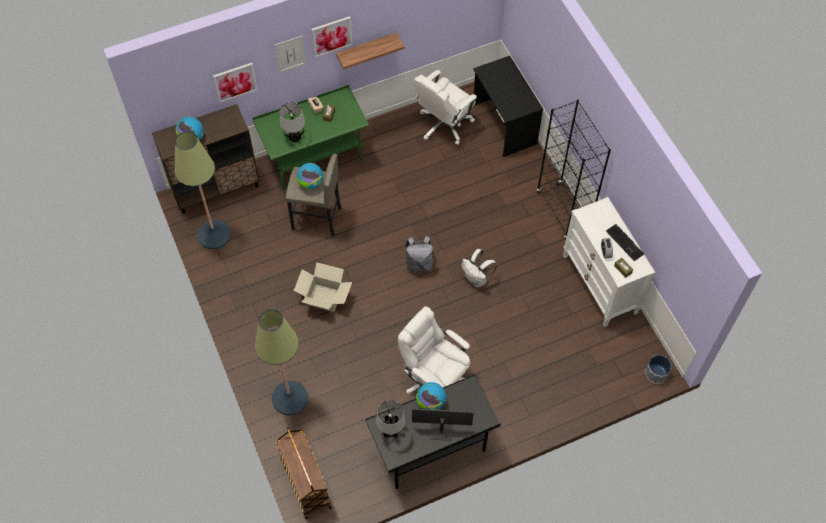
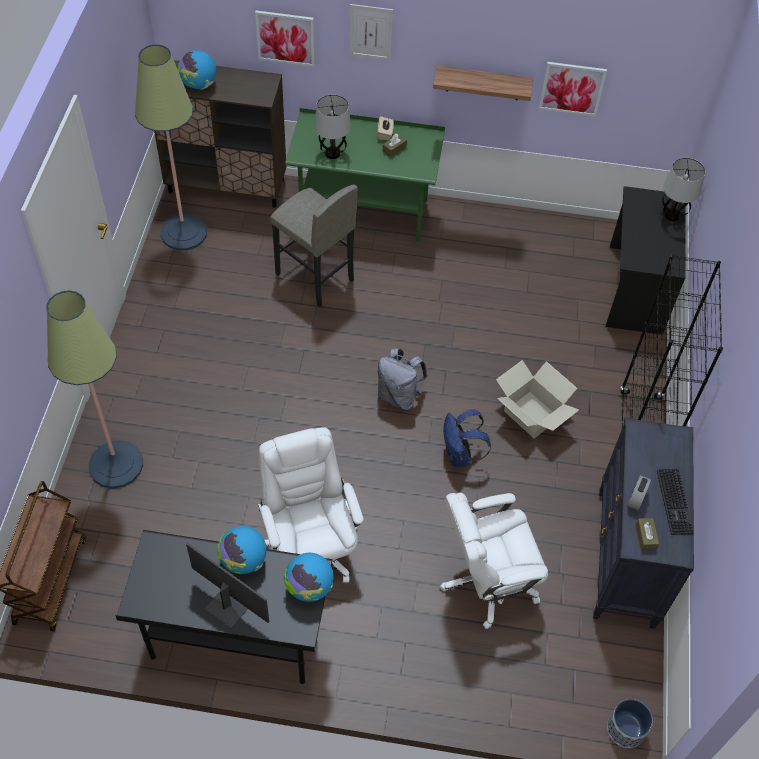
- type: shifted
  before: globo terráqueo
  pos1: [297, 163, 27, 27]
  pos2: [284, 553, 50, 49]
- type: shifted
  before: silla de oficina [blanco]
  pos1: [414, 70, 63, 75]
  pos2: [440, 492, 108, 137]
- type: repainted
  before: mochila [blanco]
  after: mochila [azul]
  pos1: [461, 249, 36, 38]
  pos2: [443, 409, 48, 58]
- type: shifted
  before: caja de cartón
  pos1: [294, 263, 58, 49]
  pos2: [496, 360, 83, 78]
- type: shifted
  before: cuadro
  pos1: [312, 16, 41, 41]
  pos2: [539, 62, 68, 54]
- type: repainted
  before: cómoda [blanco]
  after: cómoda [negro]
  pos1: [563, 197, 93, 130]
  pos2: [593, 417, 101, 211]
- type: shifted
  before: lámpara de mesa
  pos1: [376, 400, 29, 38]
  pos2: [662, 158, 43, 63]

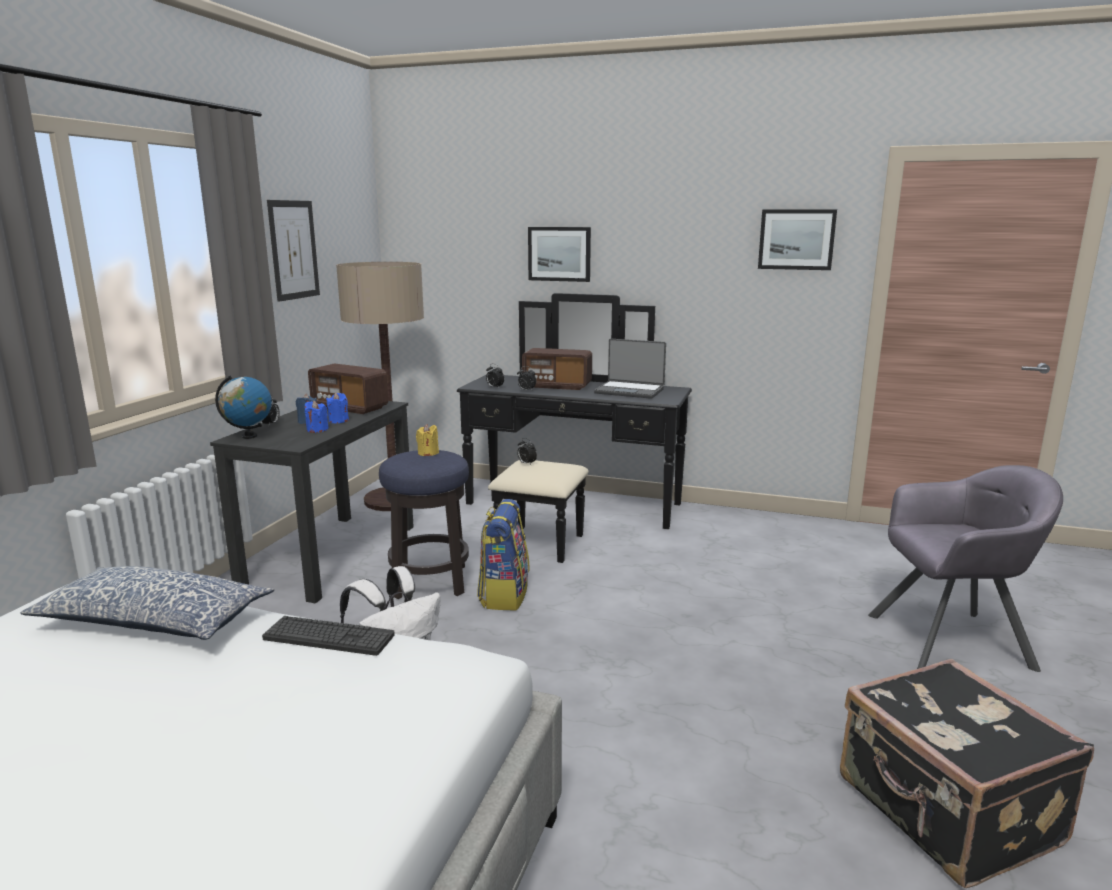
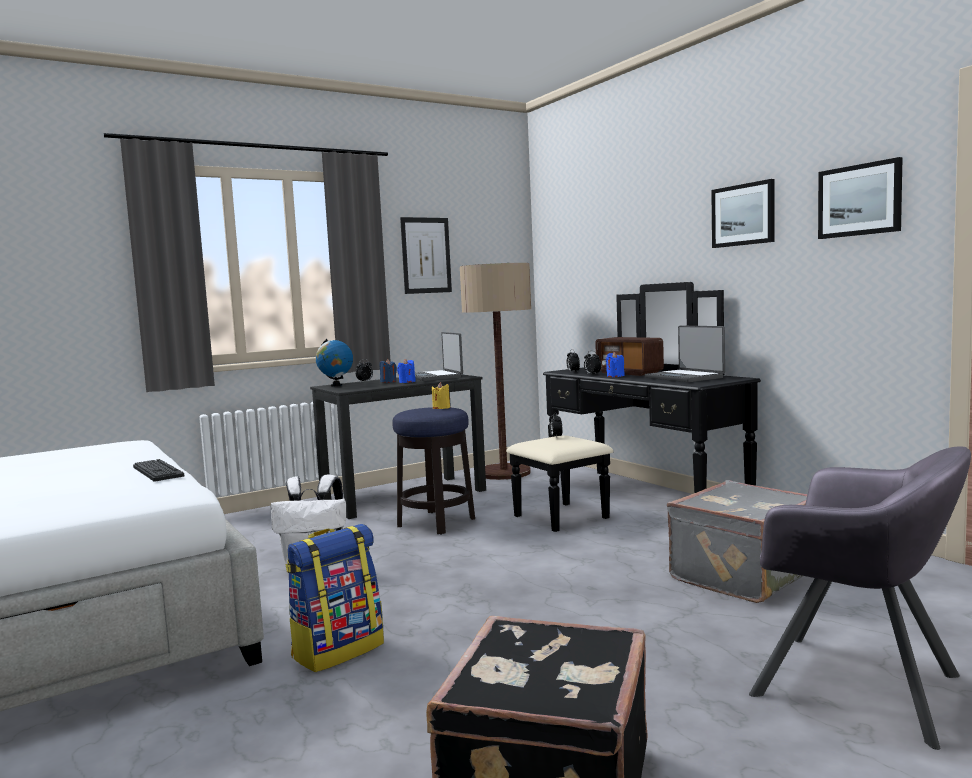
- type: shifted
  before: mochila
  pos1: [477, 499, 53, 111]
  pos2: [286, 524, 98, 148]
- type: swapped
  before: radio
  after: portátil
  pos1: [308, 363, 80, 51]
  pos2: [415, 332, 48, 49]
- type: shifted
  before: vela [azul]
  pos1: [305, 401, 24, 32]
  pos2: [606, 352, 19, 25]
- type: new
  after: maleta [gris]
  pos2: [667, 480, 140, 123]
- type: shifted
  before: cuadro
  pos1: [528, 227, 63, 55]
  pos2: [711, 179, 64, 69]
- type: gone
  before: cojín
  pos1: [20, 566, 254, 74]

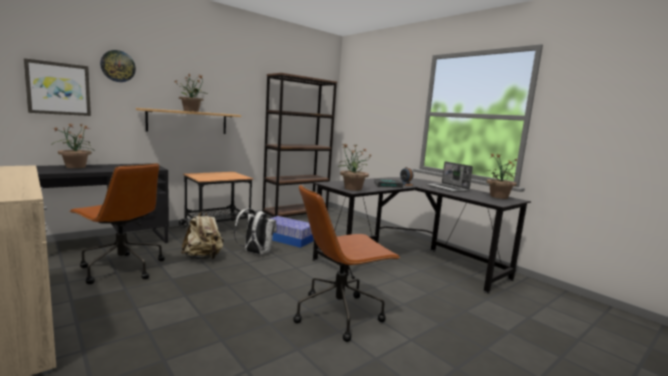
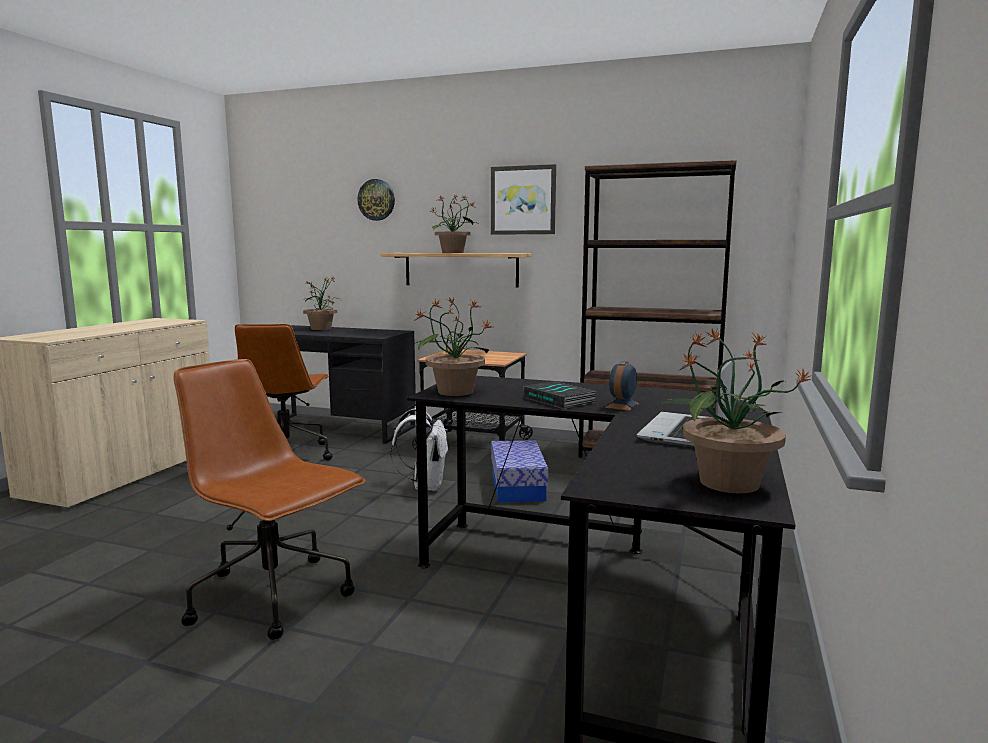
- type: shifted
  before: cuadro
  pos1: [24, 58, 67, 58]
  pos2: [491, 164, 65, 71]
- type: gone
  before: mochila [beis]
  pos1: [181, 210, 43, 49]

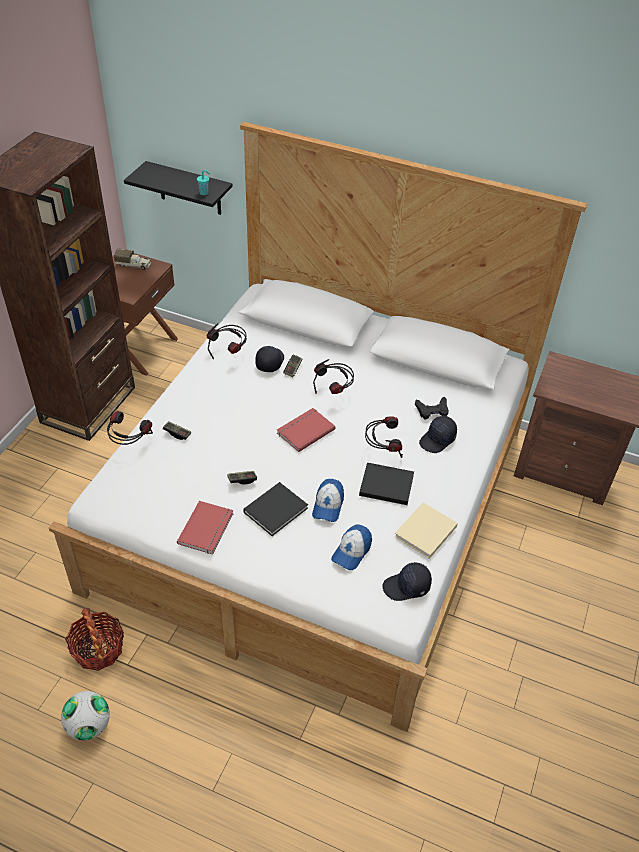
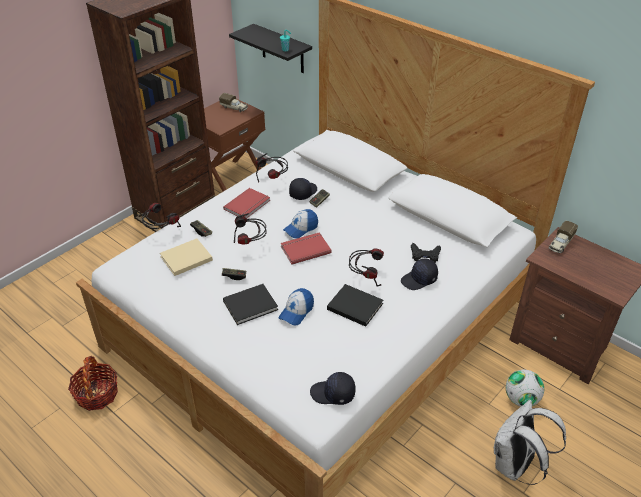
- type: shifted
  before: libro [beis]
  pos1: [394, 503, 64, 56]
  pos2: [160, 239, 53, 37]
- type: shifted
  before: libro [rojo]
  pos1: [177, 501, 57, 54]
  pos2: [223, 188, 47, 30]
- type: shifted
  before: auriculares
  pos1: [313, 359, 41, 35]
  pos2: [234, 213, 32, 31]
- type: shifted
  before: gorra
  pos1: [331, 524, 41, 46]
  pos2: [283, 209, 35, 29]
- type: new
  after: mochila [blanco]
  pos2: [494, 400, 72, 85]
- type: shifted
  before: balón de fútbol
  pos1: [61, 691, 49, 50]
  pos2: [506, 370, 38, 37]
- type: new
  after: camión de juguete
  pos2: [549, 221, 29, 32]

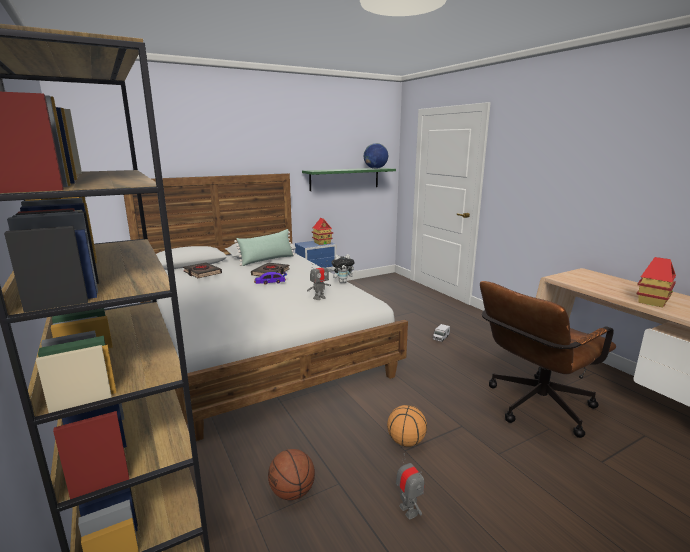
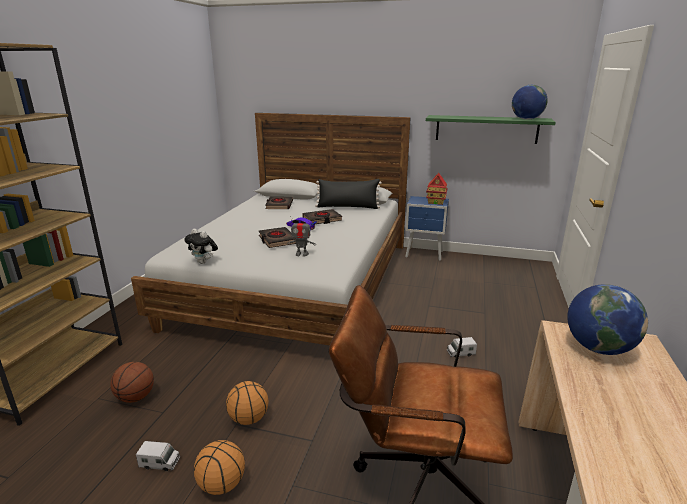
- type: swapped
  before: robot de juguete
  after: camión de juguete
  pos1: [396, 453, 28, 67]
  pos2: [136, 441, 44, 30]
- type: shifted
  before: peluche
  pos1: [331, 254, 26, 29]
  pos2: [184, 229, 34, 35]
- type: new
  after: balón de baloncesto
  pos2: [194, 440, 51, 55]
- type: new
  after: libro [negro]
  pos2: [258, 227, 39, 21]
- type: repainted
  before: cojín [verde]
  after: cojín [negro]
  pos1: [234, 229, 61, 37]
  pos2: [315, 179, 67, 30]
- type: new
  after: globo terráqueo
  pos2: [567, 284, 81, 71]
- type: gone
  before: casita
  pos1: [637, 257, 39, 50]

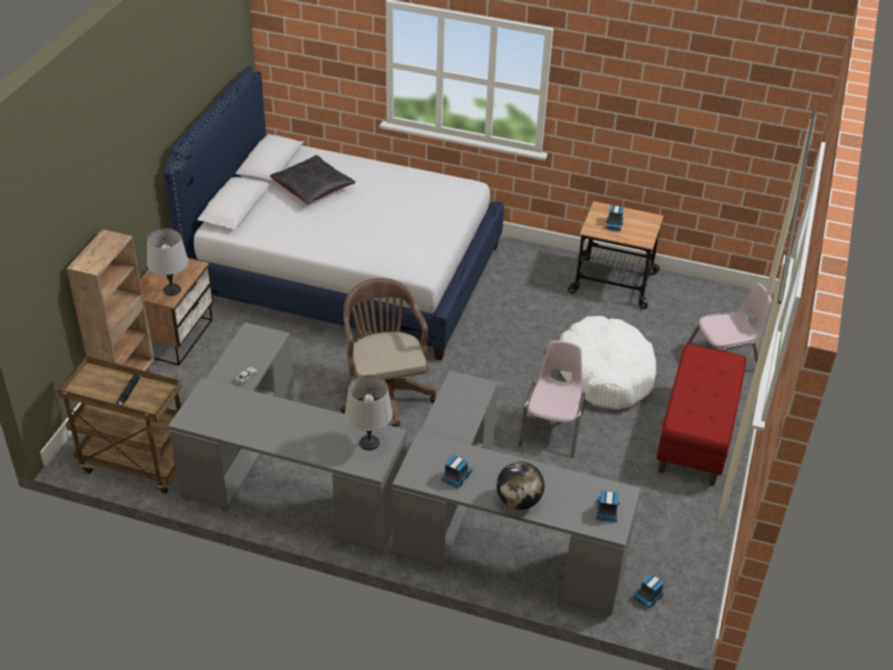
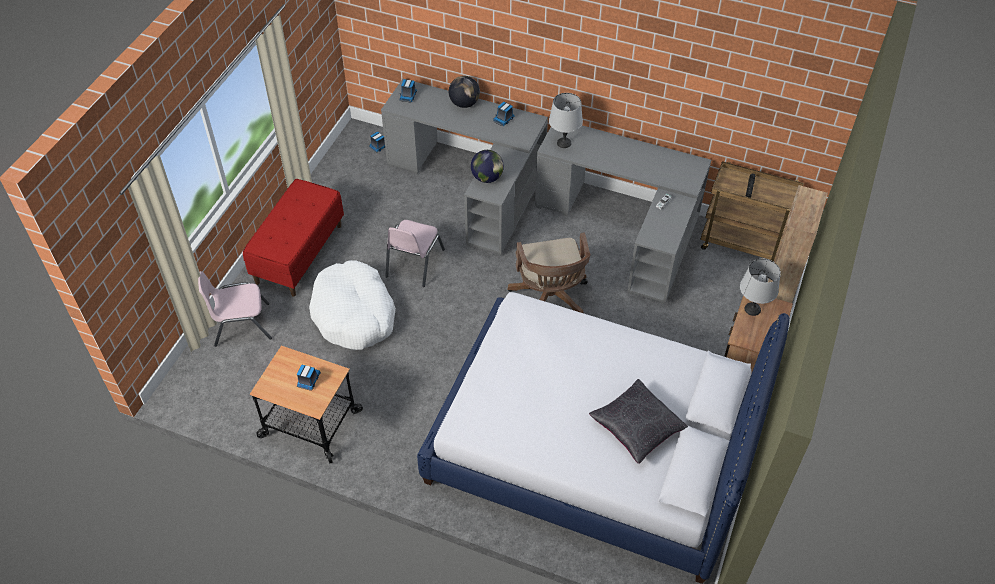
- type: new
  after: globo terráqueo
  pos2: [471, 150, 33, 33]

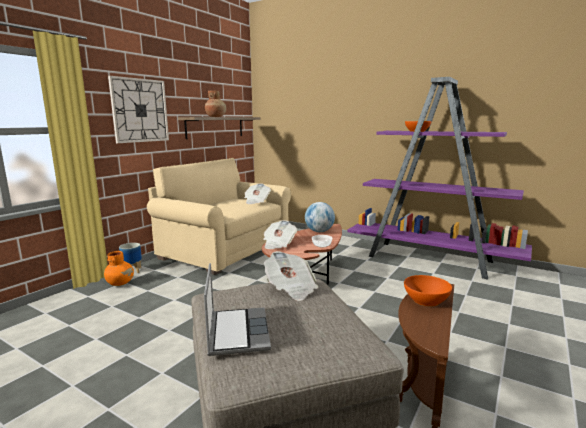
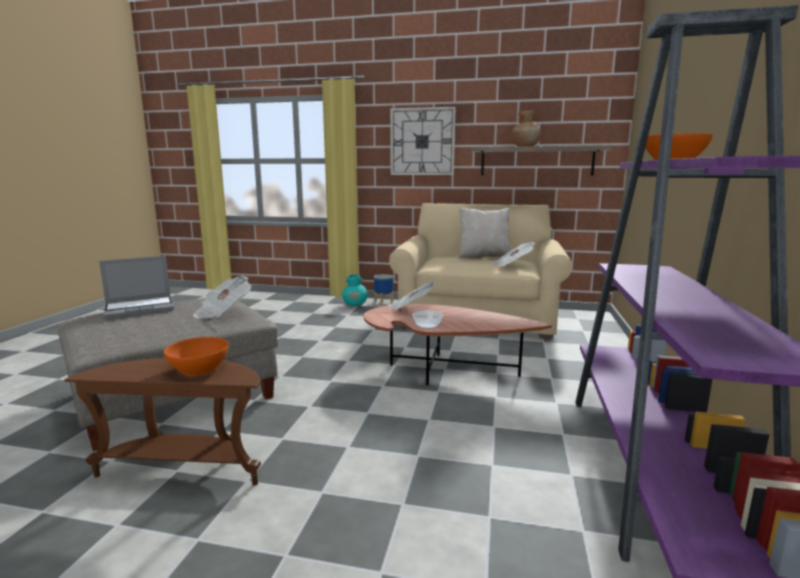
- type: repainted
  before: florero [naranja]
  after: florero [turquesa]
  pos1: [104, 251, 30, 35]
  pos2: [342, 274, 26, 32]
- type: new
  after: cojín [beis]
  pos2: [459, 208, 51, 51]
- type: gone
  before: globo terráqueo
  pos1: [305, 202, 30, 30]

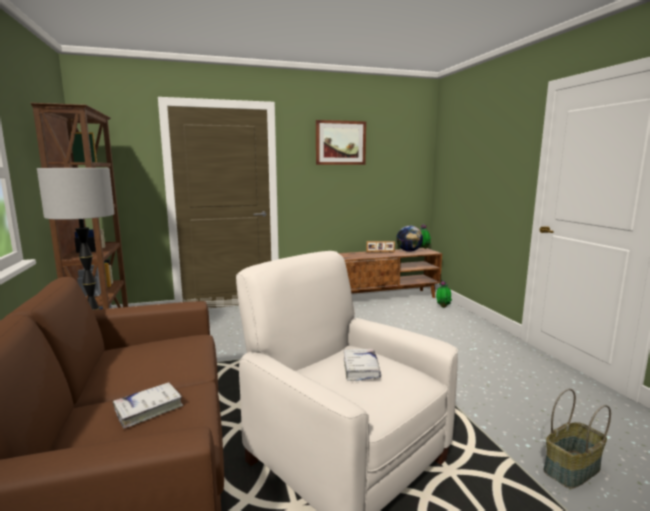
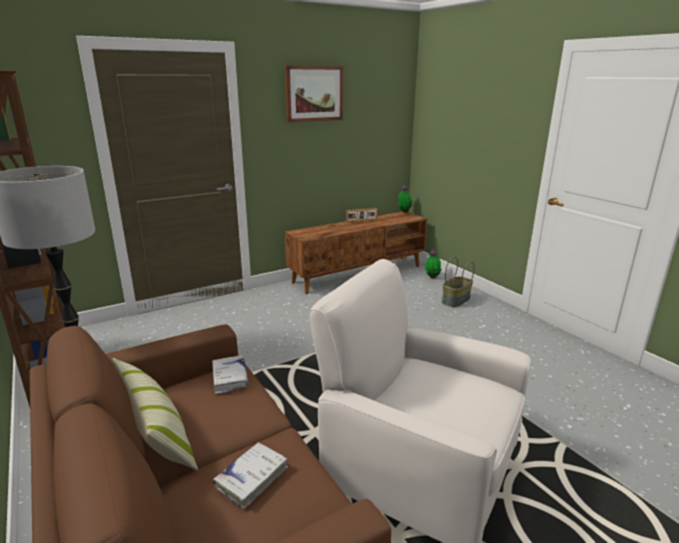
- type: new
  after: cojín
  pos2: [111, 357, 87, 114]
- type: shifted
  before: libro [blanco]
  pos1: [344, 349, 37, 32]
  pos2: [212, 355, 36, 39]
- type: shifted
  before: cesta
  pos1: [544, 389, 67, 100]
  pos2: [442, 257, 32, 51]
- type: gone
  before: globo terráqueo
  pos1: [396, 226, 27, 26]

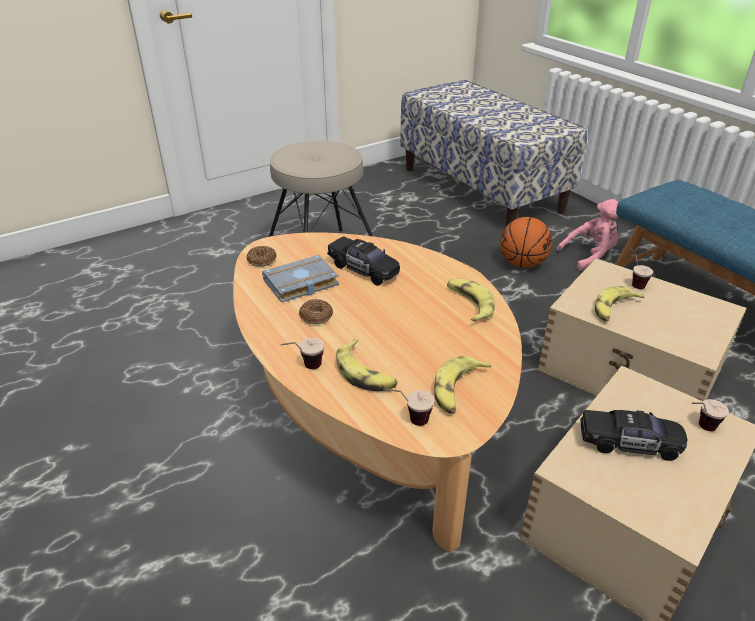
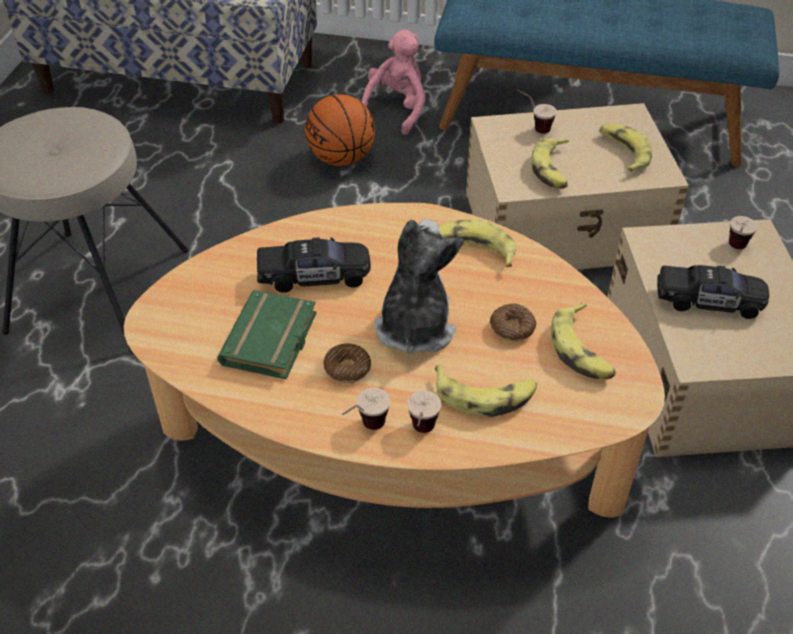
- type: repainted
  before: libro [gris]
  after: libro [verde]
  pos1: [262, 255, 77, 48]
  pos2: [217, 290, 99, 89]
- type: shifted
  before: taza
  pos1: [384, 388, 50, 38]
  pos2: [342, 388, 48, 42]
- type: new
  after: peluche
  pos2: [375, 219, 88, 135]
- type: shifted
  before: rosquilla
  pos1: [247, 246, 29, 21]
  pos2: [490, 303, 47, 39]
- type: new
  after: plátano
  pos2: [599, 124, 53, 48]
- type: rotated
  before: coche de juguete [negro]
  pos1: [580, 410, 108, 51]
  pos2: [657, 265, 112, 54]
  turn: 45

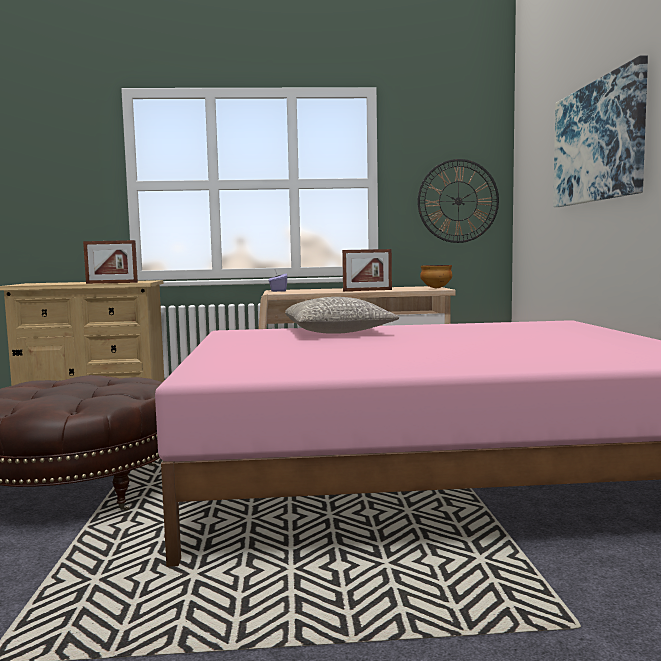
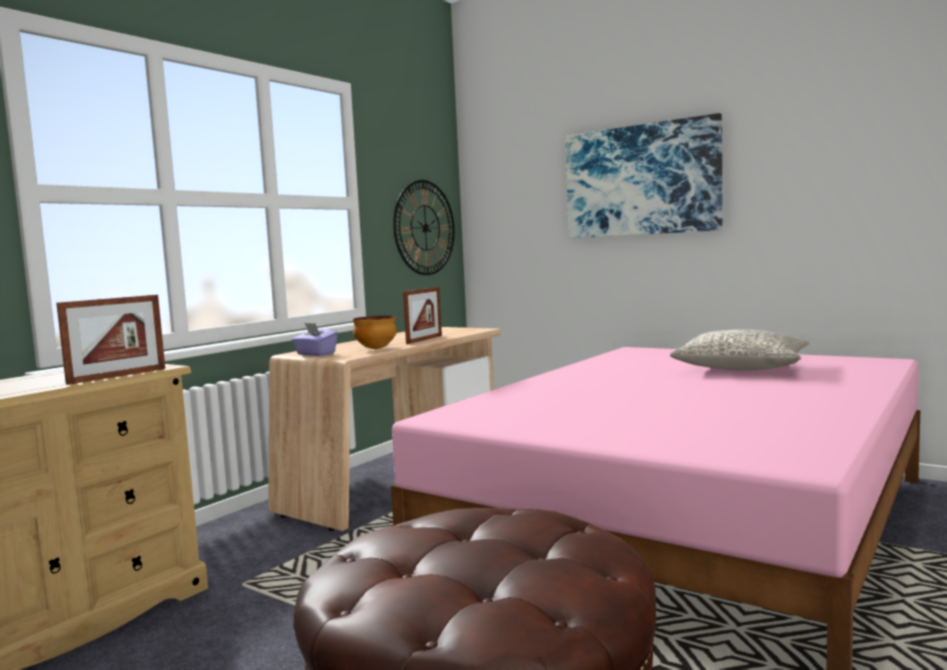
- type: shifted
  before: cuenco
  pos1: [420, 265, 32, 23]
  pos2: [353, 316, 44, 33]
- type: shifted
  before: cojín [gris]
  pos1: [285, 297, 114, 37]
  pos2: [670, 329, 139, 42]

